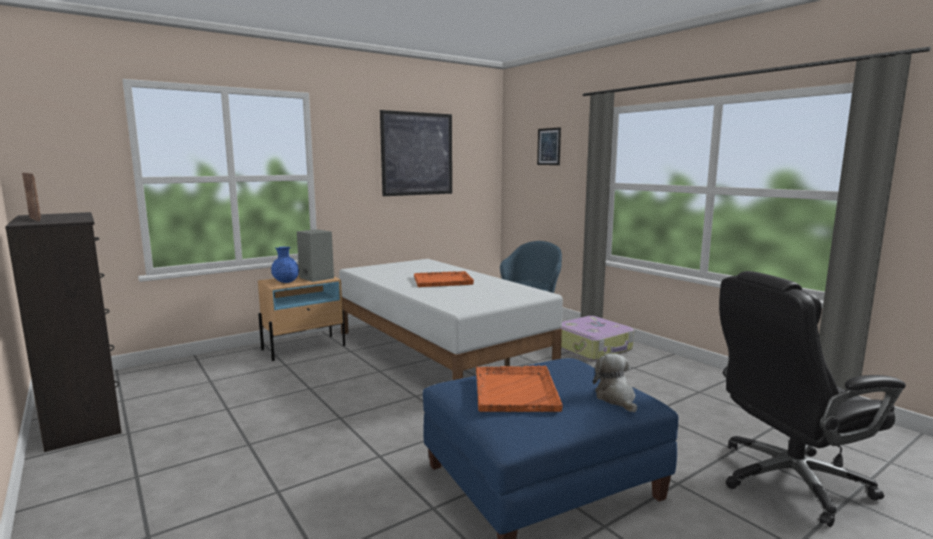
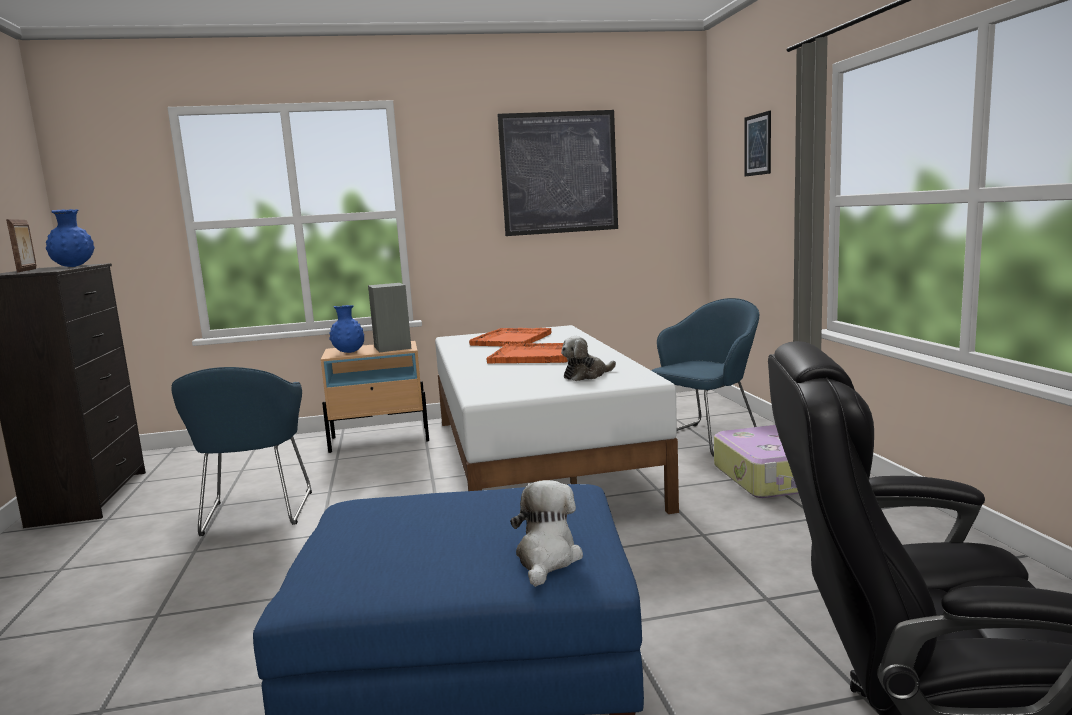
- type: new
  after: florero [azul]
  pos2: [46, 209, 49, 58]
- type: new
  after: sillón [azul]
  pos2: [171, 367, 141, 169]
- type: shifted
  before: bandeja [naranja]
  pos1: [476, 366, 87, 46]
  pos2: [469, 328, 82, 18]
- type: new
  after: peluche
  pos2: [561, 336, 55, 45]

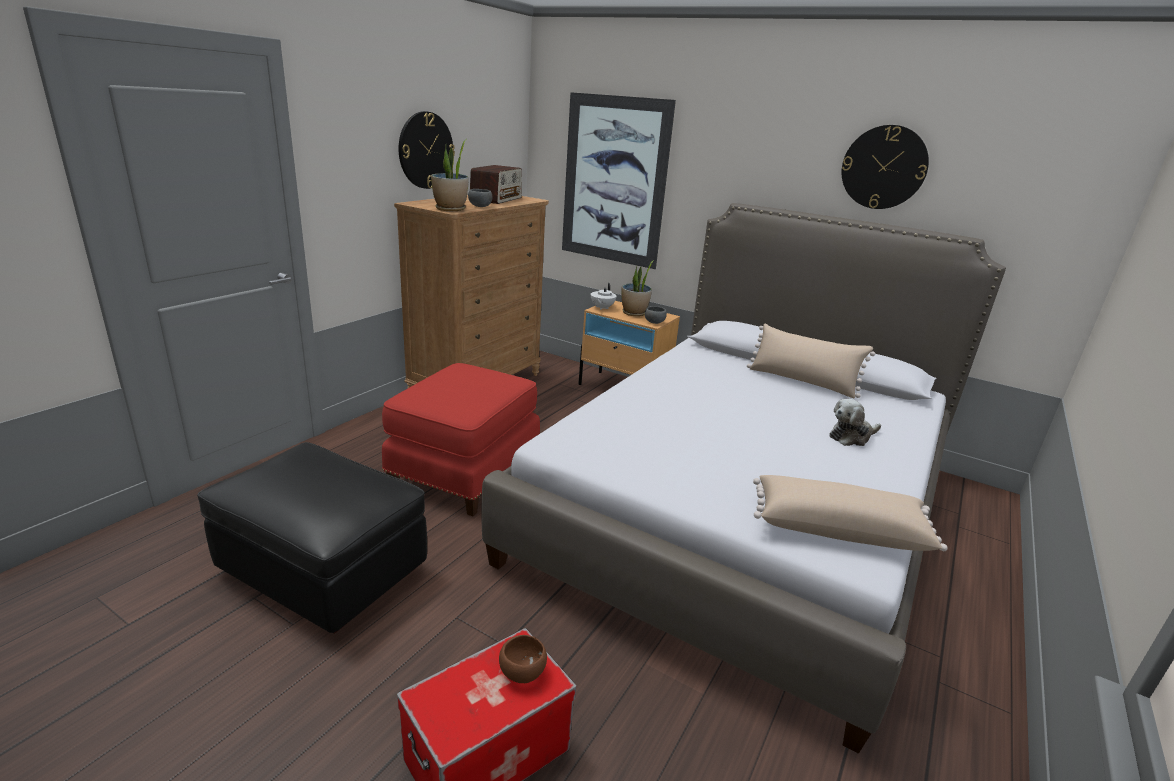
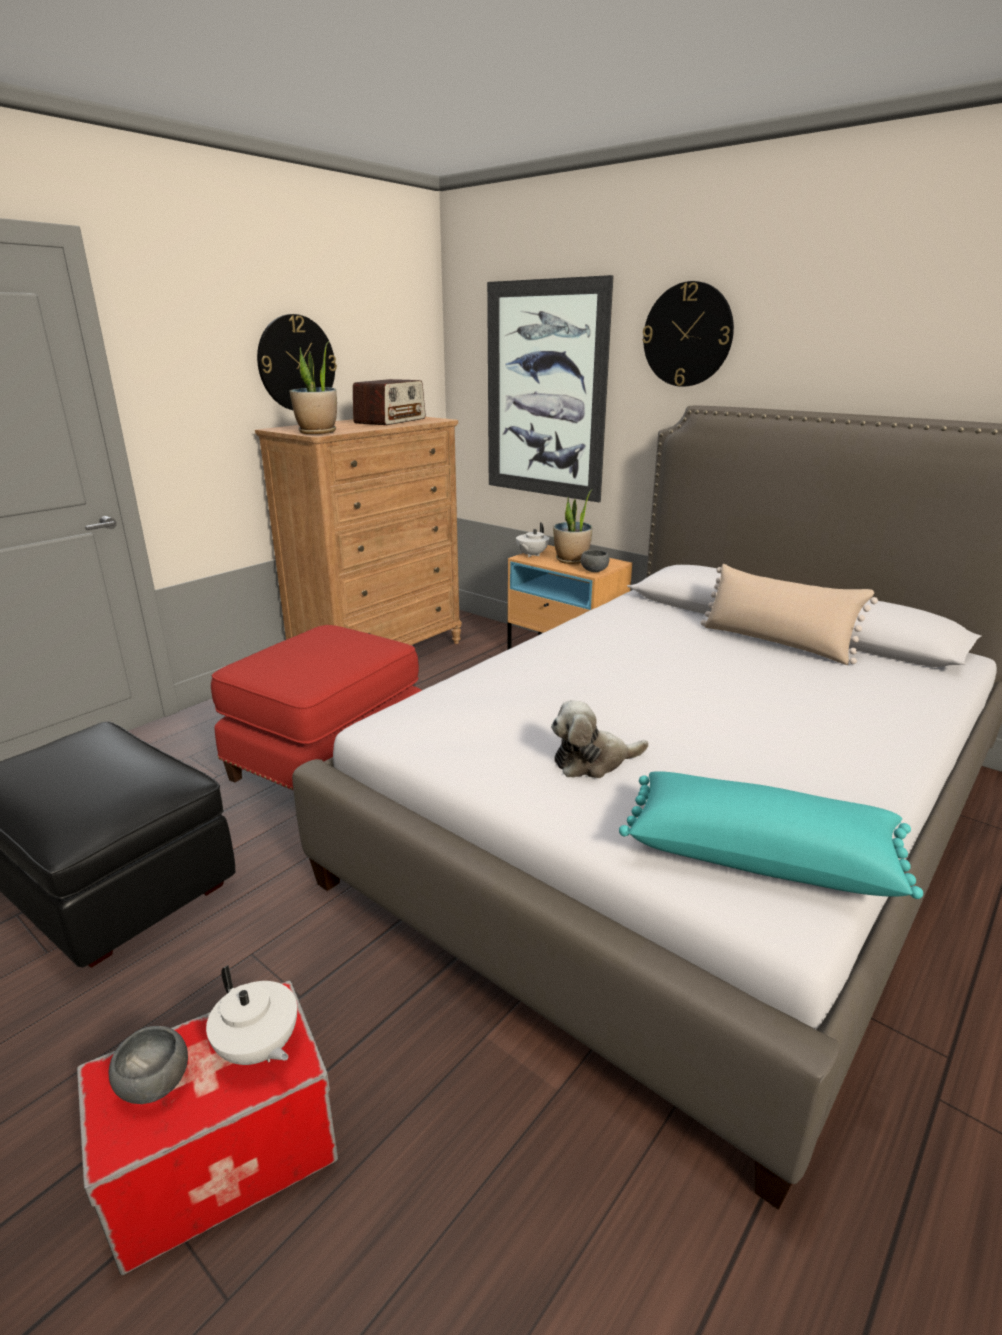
- type: shifted
  before: cuenco [gris]
  pos1: [468, 189, 24, 18]
  pos2: [109, 1026, 79, 78]
- type: swapped
  before: cuenco [marrón]
  after: tetera [blanco]
  pos1: [499, 635, 48, 48]
  pos2: [206, 965, 91, 100]
- type: shifted
  before: peluche
  pos1: [829, 399, 52, 47]
  pos2: [551, 700, 98, 78]
- type: repainted
  before: cojín [beis]
  after: cojín [turquesa]
  pos1: [753, 475, 194, 76]
  pos2: [619, 771, 304, 128]
- type: shifted
  before: reloj de pared
  pos1: [842, 125, 87, 84]
  pos2: [642, 281, 92, 106]

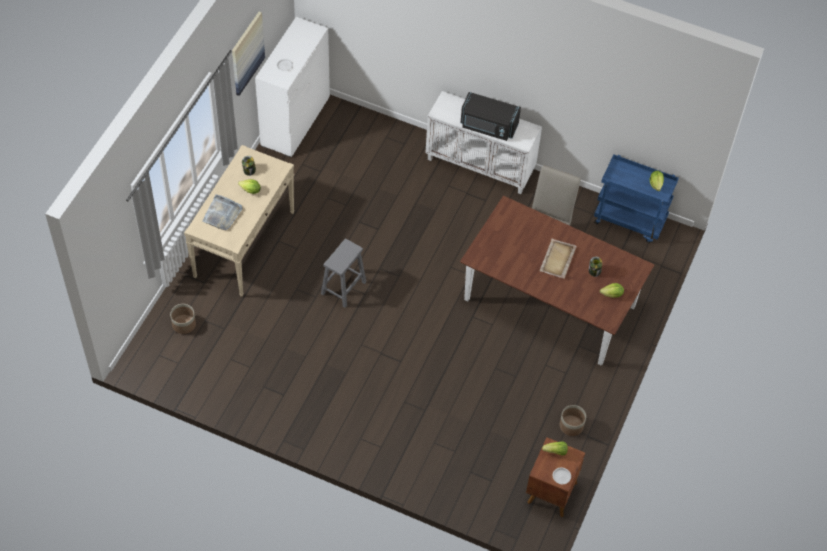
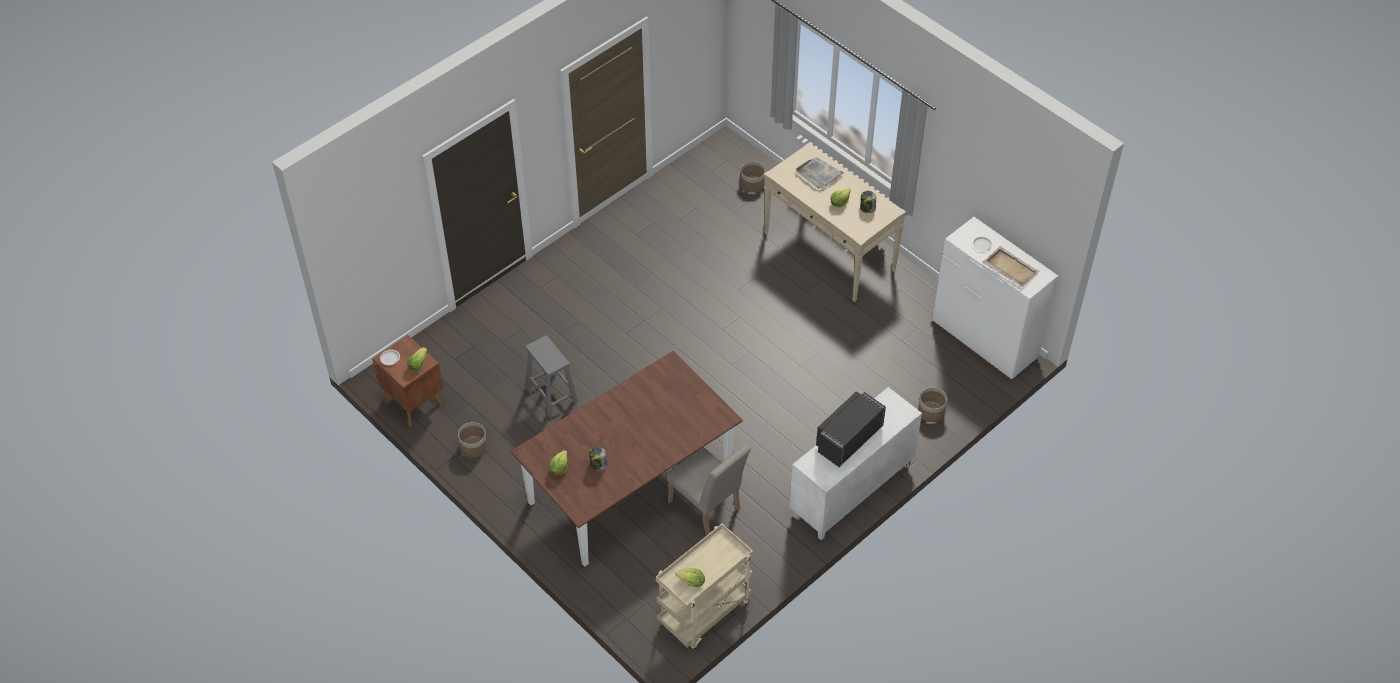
- type: shifted
  before: taburete [gris]
  pos1: [321, 239, 45, 69]
  pos2: [525, 335, 53, 82]
- type: repainted
  before: carrito [azul]
  after: carrito [beis]
  pos1: [594, 155, 85, 88]
  pos2: [656, 524, 97, 125]
- type: new
  after: maceta
  pos2: [918, 387, 29, 35]
- type: shifted
  before: bandeja [beis]
  pos1: [540, 239, 37, 40]
  pos2: [983, 246, 57, 41]
- type: gone
  before: cuadro
  pos1: [232, 12, 33, 84]

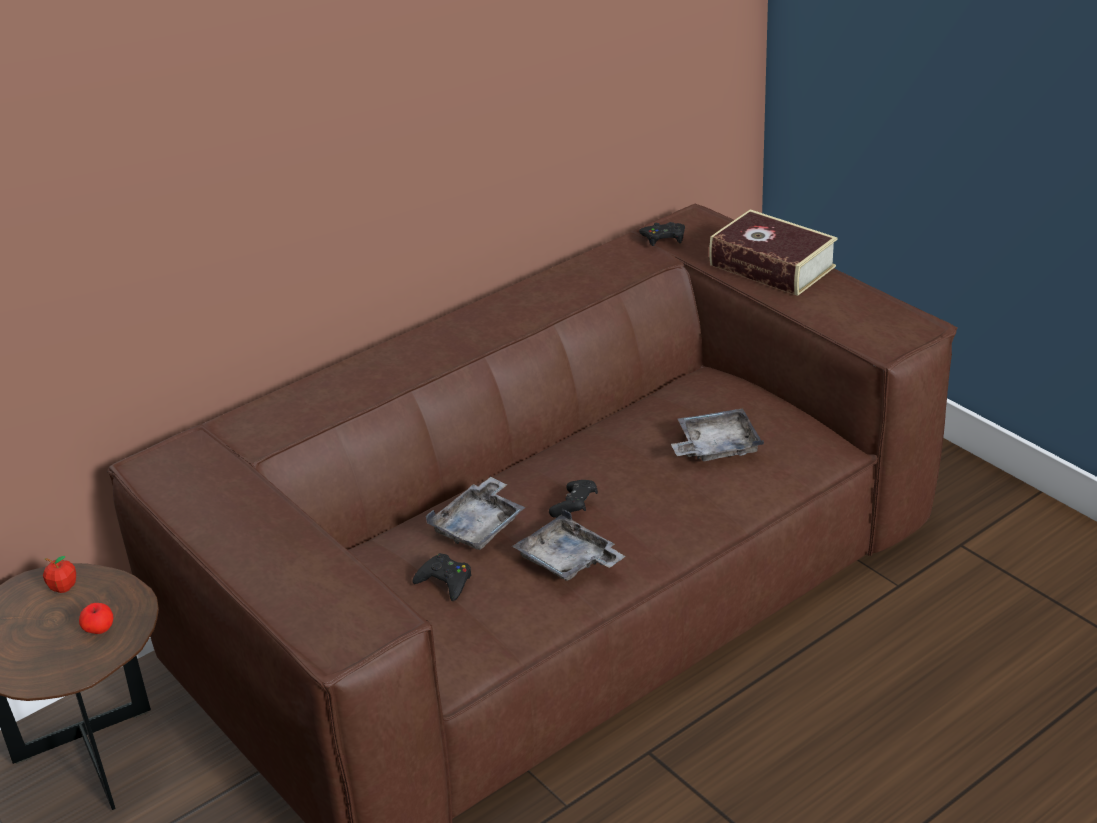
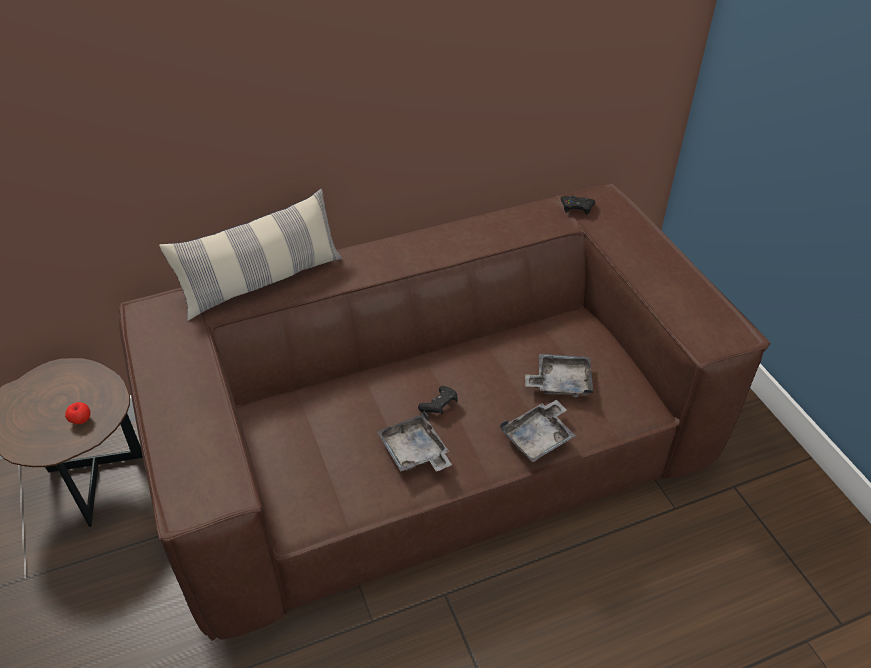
- type: new
  after: cojín
  pos2: [159, 189, 183, 132]
- type: shifted
  before: bandeja [gris]
  pos1: [426, 477, 100, 73]
  pos2: [500, 400, 76, 62]
- type: gone
  before: manzana
  pos1: [43, 556, 33, 37]
- type: gone
  before: mando de consola [negro]
  pos1: [413, 553, 58, 48]
- type: gone
  before: libro
  pos1: [709, 209, 129, 87]

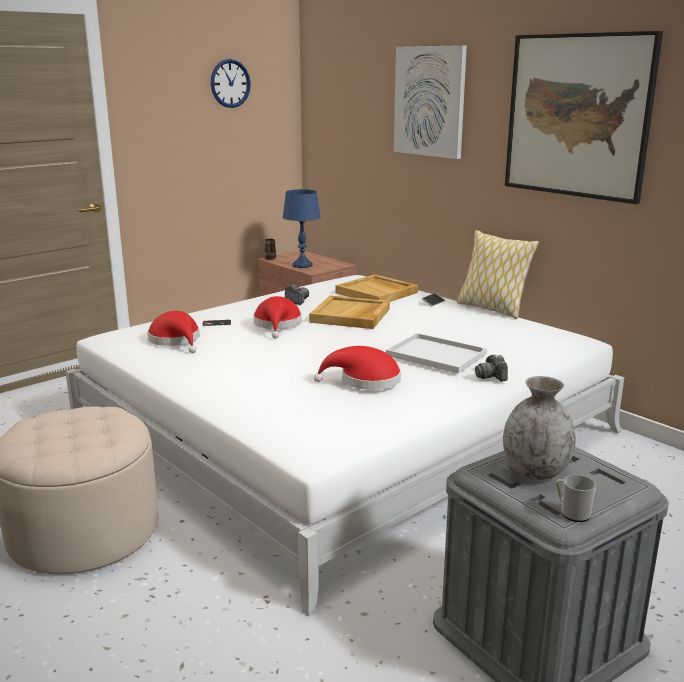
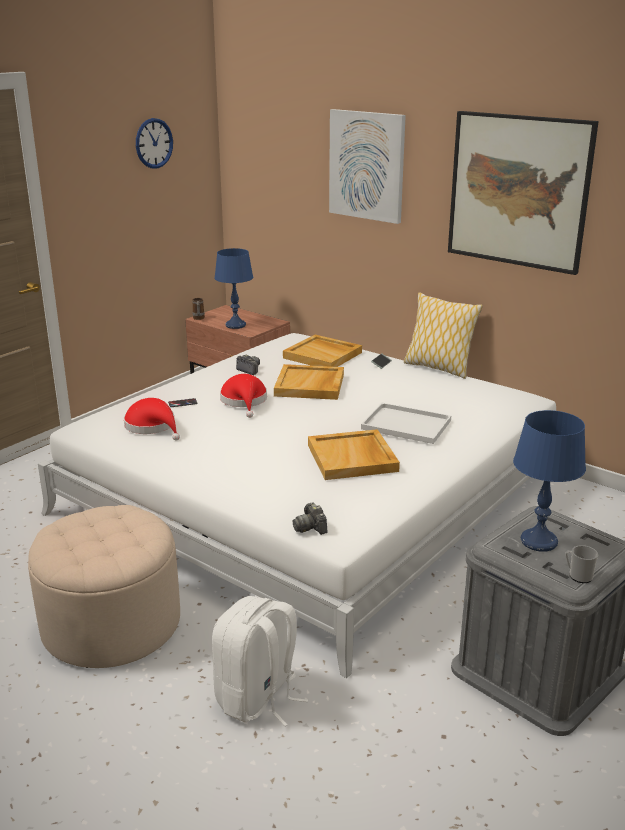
- type: new
  after: mochila [blanco]
  pos2: [212, 596, 96, 130]
- type: shifted
  before: cámara
  pos1: [475, 355, 33, 27]
  pos2: [293, 502, 34, 33]
- type: swapped
  before: sombrero [rojo]
  after: bandeja [beis]
  pos1: [314, 346, 87, 44]
  pos2: [308, 429, 92, 51]
- type: swapped
  before: florero [gris]
  after: lámpara de mesa [azul]
  pos1: [503, 376, 73, 104]
  pos2: [513, 410, 73, 142]

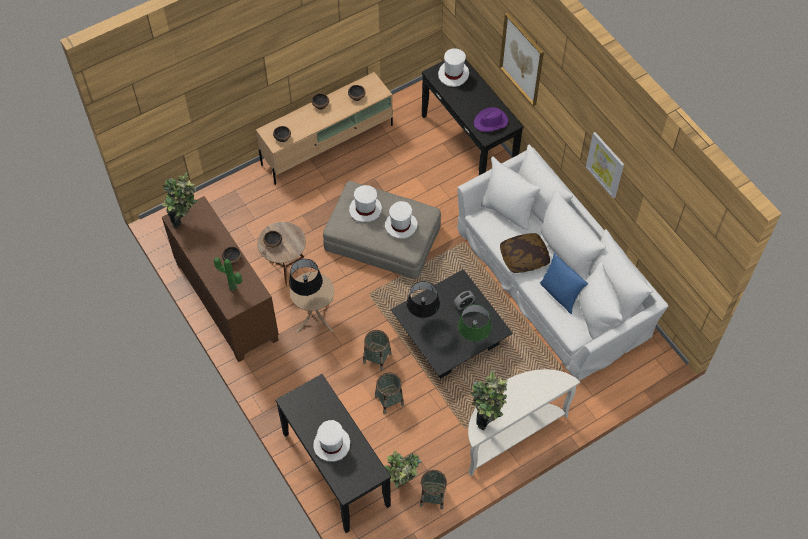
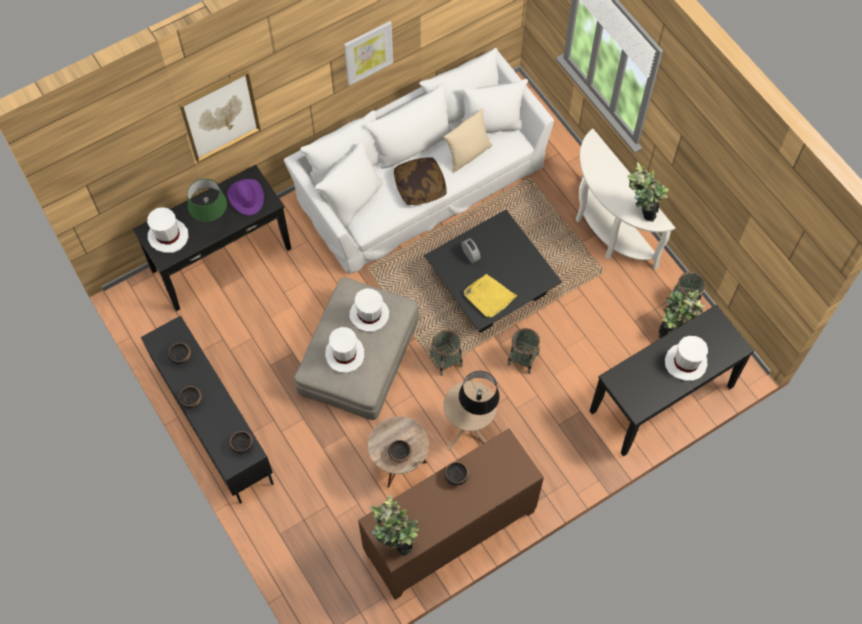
- type: repainted
  before: mueble de televisión [beis]
  after: mueble de televisión [negro]
  pos1: [256, 72, 137, 113]
  pos2: [141, 315, 133, 189]
- type: shifted
  before: lámpara de mesa [verde]
  pos1: [458, 304, 33, 37]
  pos2: [187, 178, 40, 44]
- type: shifted
  before: cesta
  pos1: [375, 372, 29, 42]
  pos2: [430, 330, 33, 46]
- type: repainted
  before: cojín [azul]
  after: cojín [beis]
  pos1: [540, 253, 48, 61]
  pos2: [444, 108, 48, 65]
- type: swapped
  before: lámpara de mesa [negro]
  after: bandeja [amarillo]
  pos1: [407, 281, 33, 37]
  pos2: [463, 274, 54, 43]
- type: gone
  before: planta en maceta
  pos1: [214, 257, 28, 34]

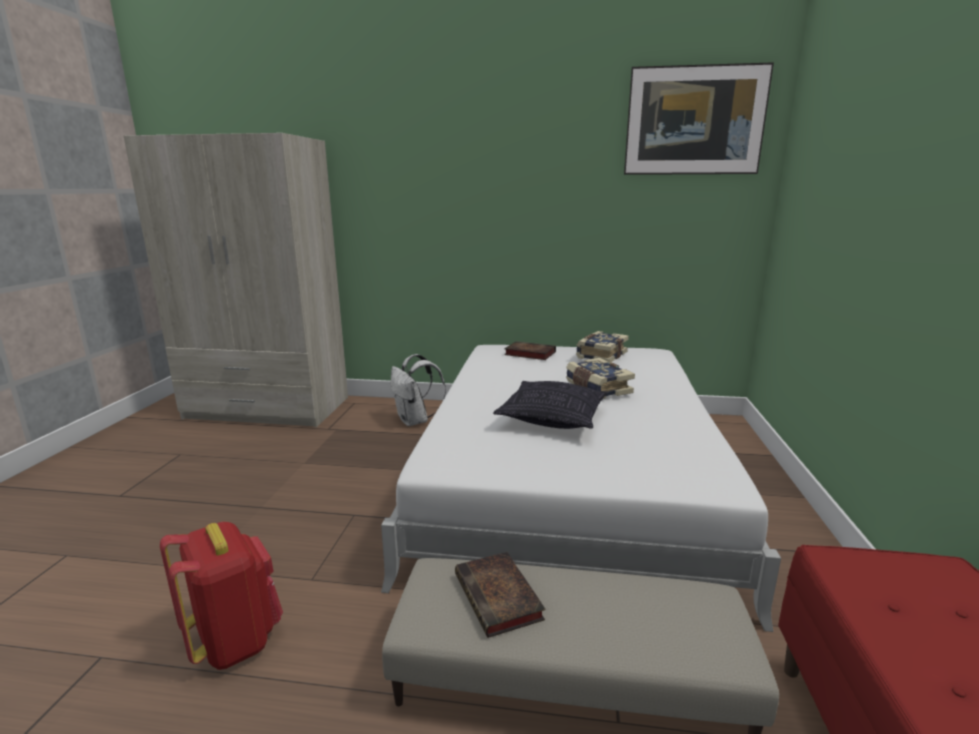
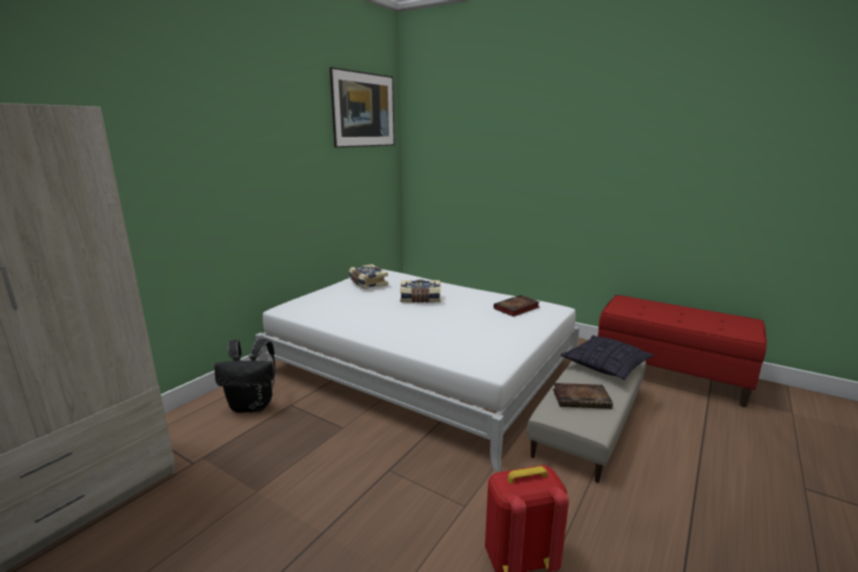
- type: repainted
  before: mochila [blanco]
  after: mochila [negro]
  pos1: [391, 354, 55, 72]
  pos2: [214, 339, 61, 74]
- type: shifted
  before: libro
  pos1: [504, 341, 52, 19]
  pos2: [494, 295, 45, 22]
- type: shifted
  before: cojín
  pos1: [493, 381, 115, 48]
  pos2: [560, 335, 94, 45]

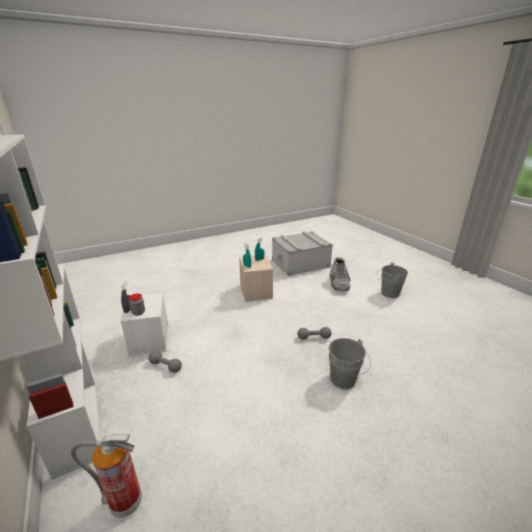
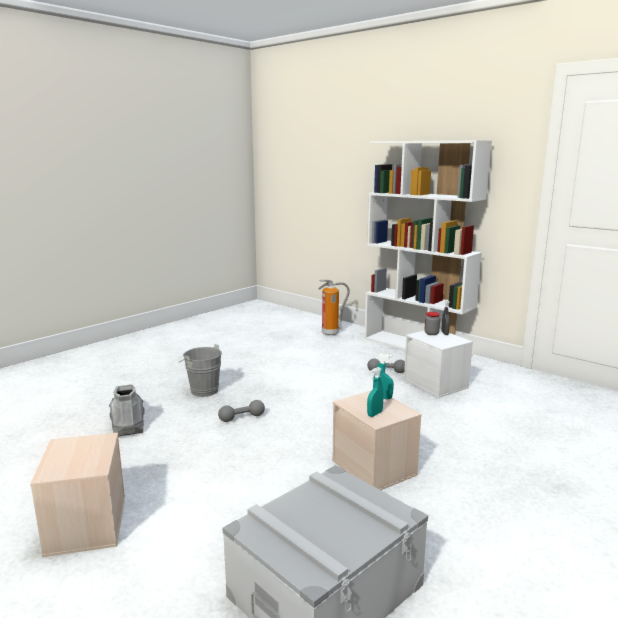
- type: swapped
  before: cubo [gris]
  after: caja de almacenaje [beis]
  pos1: [376, 263, 32, 35]
  pos2: [30, 433, 95, 124]
- type: shifted
  before: bota [gris]
  pos1: [329, 258, 22, 33]
  pos2: [109, 384, 36, 52]

